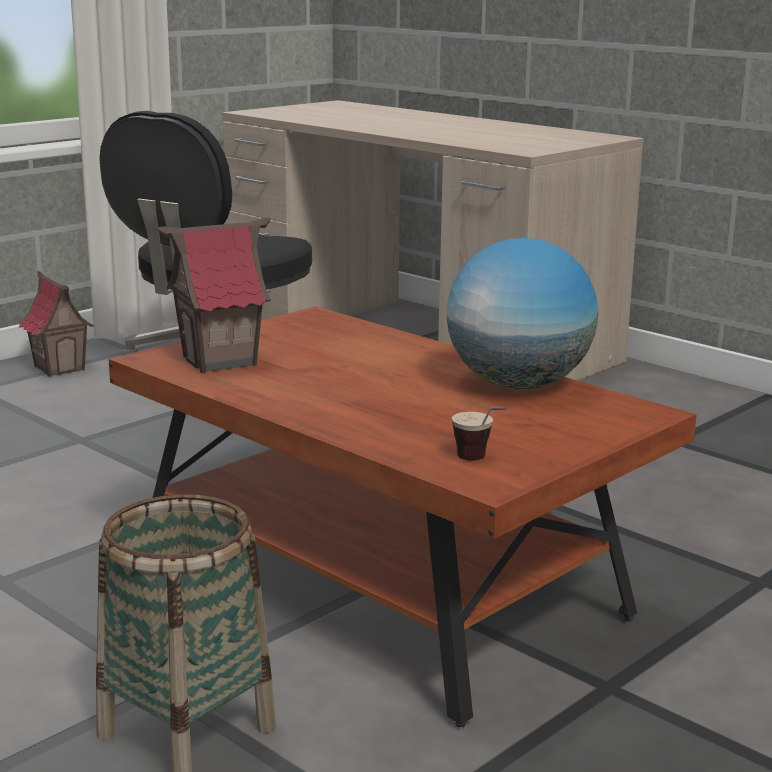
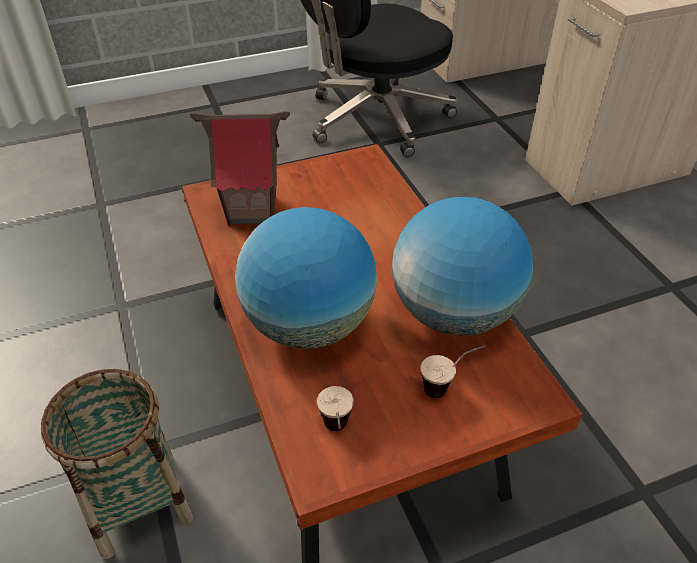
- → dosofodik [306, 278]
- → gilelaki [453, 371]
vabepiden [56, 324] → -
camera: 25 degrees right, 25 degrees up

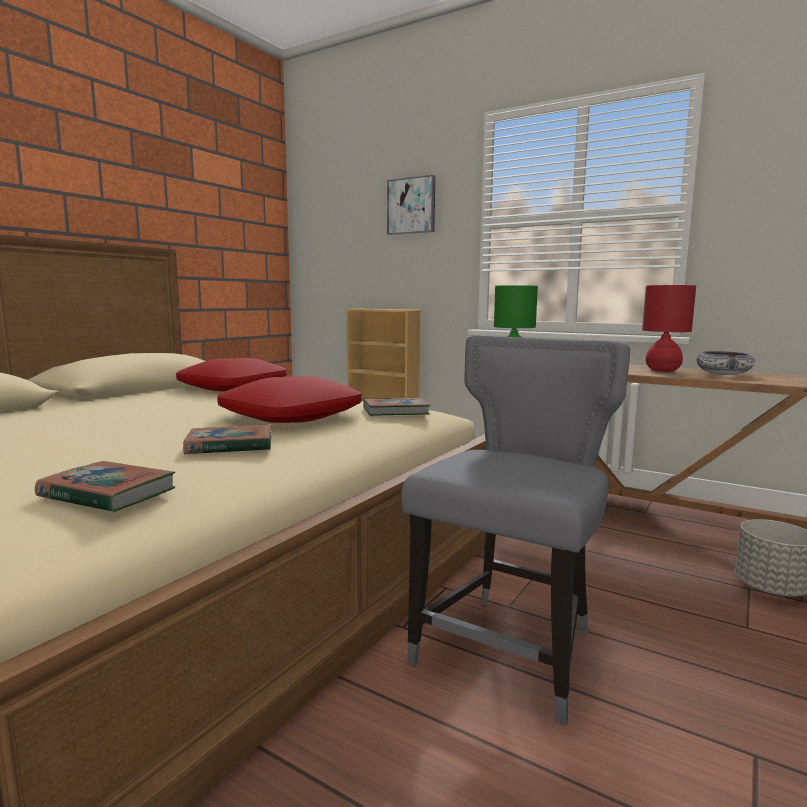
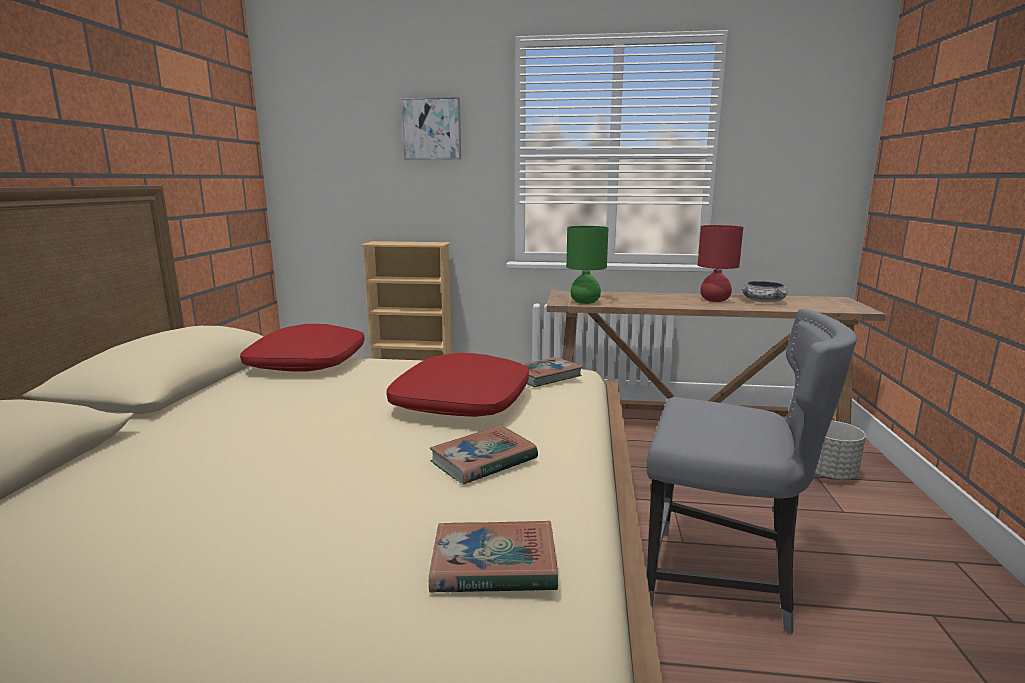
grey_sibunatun [515, 530] → grey_sibunatun [752, 472], 105 degrees clockwise
camera: 25 degrees left, 5 degrees up

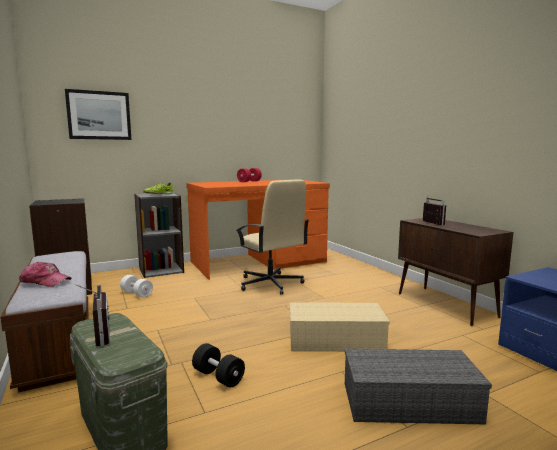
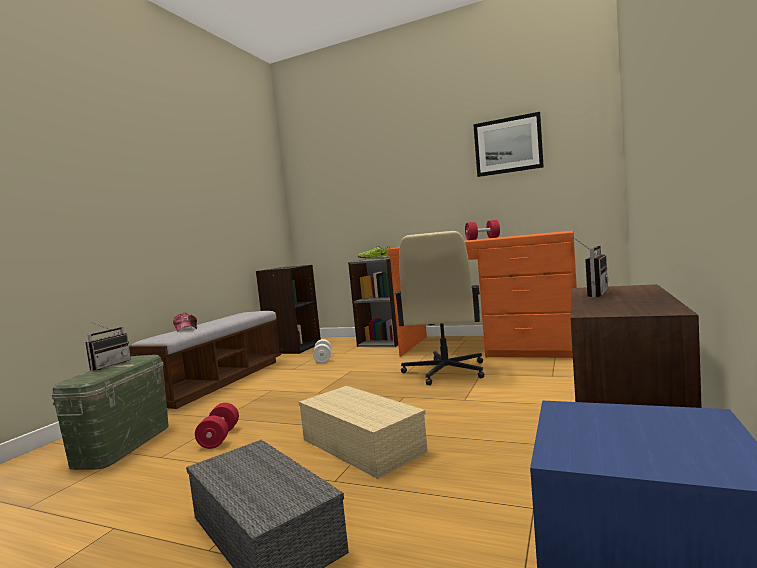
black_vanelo [218, 365] → red_vanelo [217, 426]
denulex [98, 114] → denulex [508, 144], shifted
camera: 50 degrees right, 5 degrees down

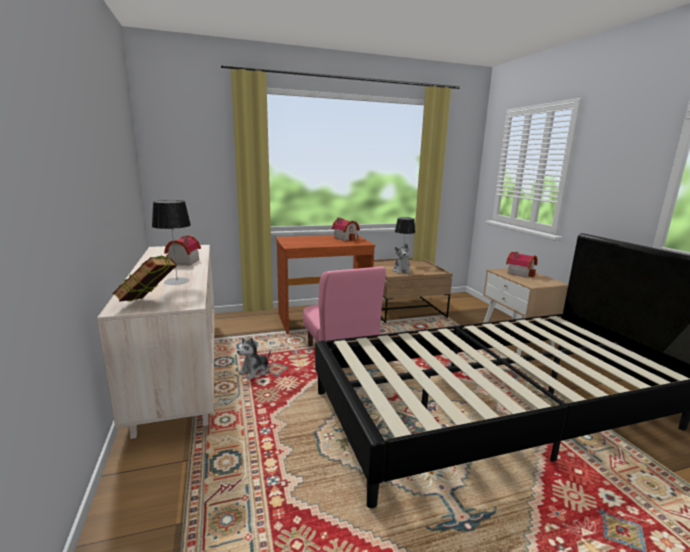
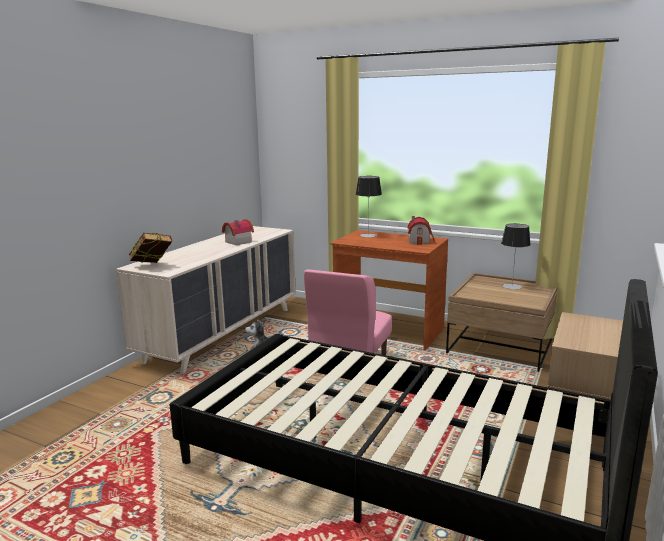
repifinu [171, 242] → repifinu [369, 206], shifted
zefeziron [402, 259] → -
vabepiden [522, 265] → -
camera: 45 degrees right, 0 degrees up

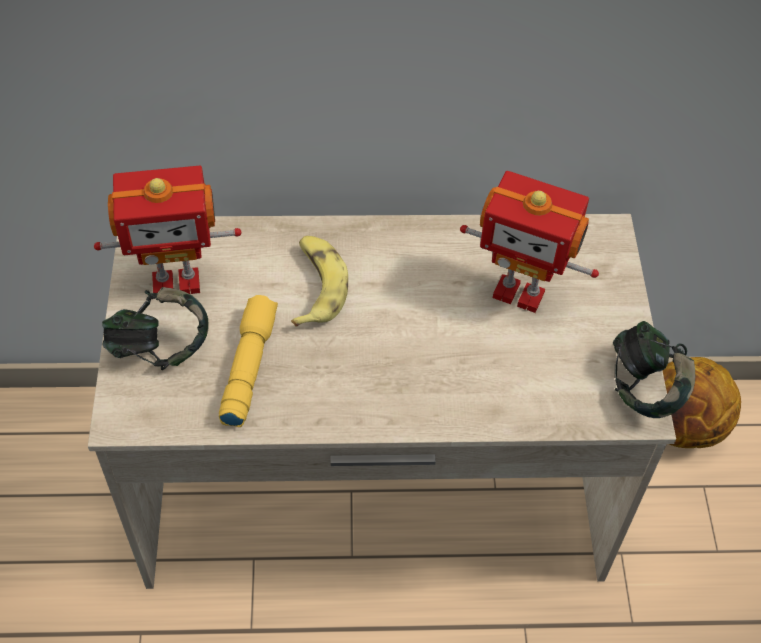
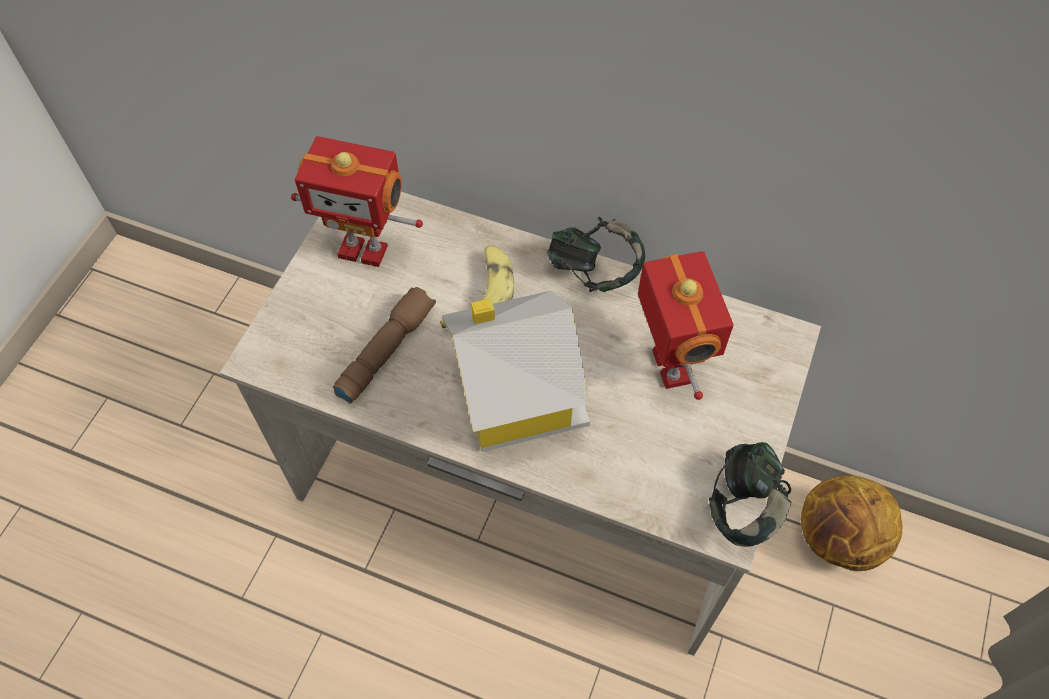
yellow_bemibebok [248, 361] → brown_bemibebok [384, 345]
- → vabepiden [516, 371]
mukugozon [155, 328] → mukugozon [596, 254], shifted
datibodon [529, 242] → datibodon [686, 325], 150 degrees counterclockwise
camera: 25 degrees right, 5 degrees up

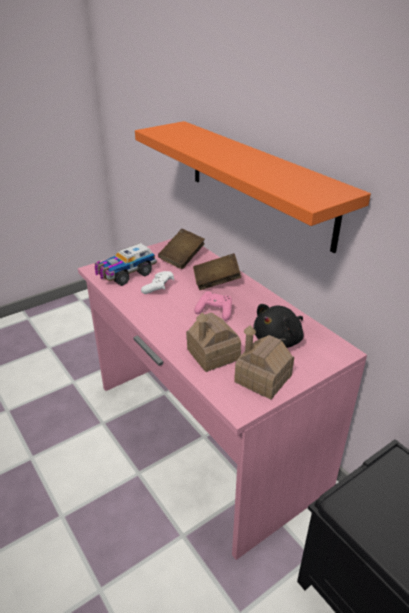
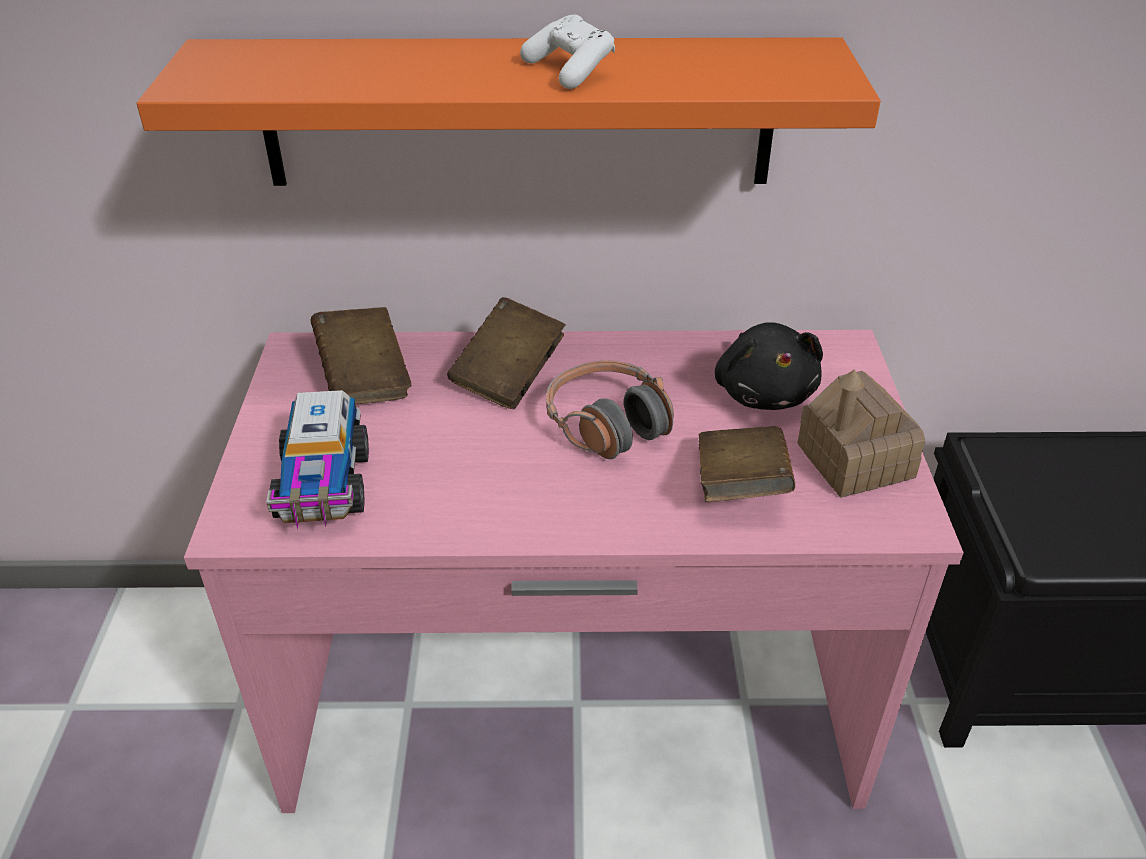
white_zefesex [157, 282] → white_zefesex [567, 52], shifted
pink_zefesex [213, 306] → mukugozon [610, 410]
vabepiden [213, 342] → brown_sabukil [747, 464]
camera: 55 degrees left, 5 degrees up

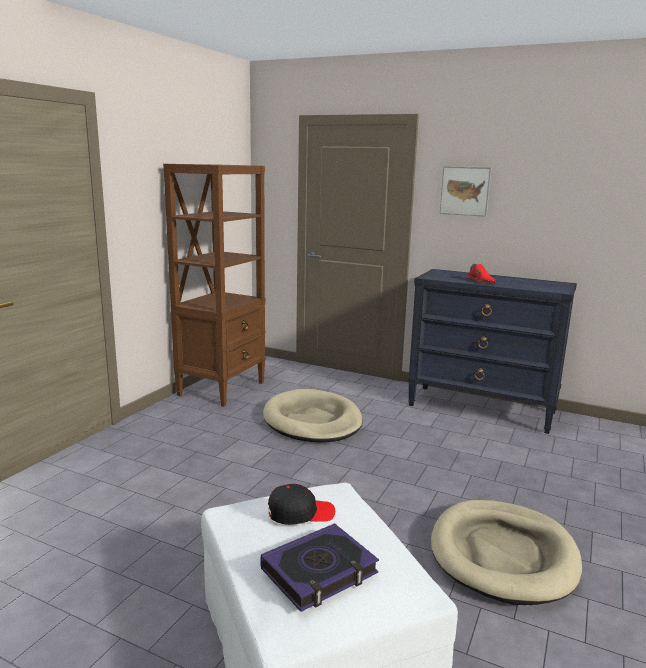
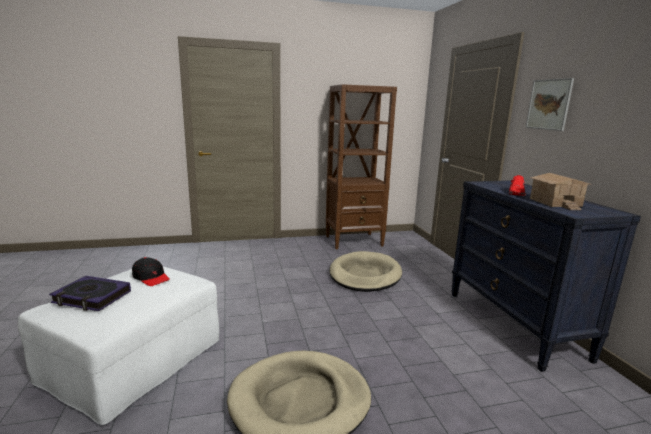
- → vabepiden [561, 191]
camera: 50 degrees right, 0 degrees up

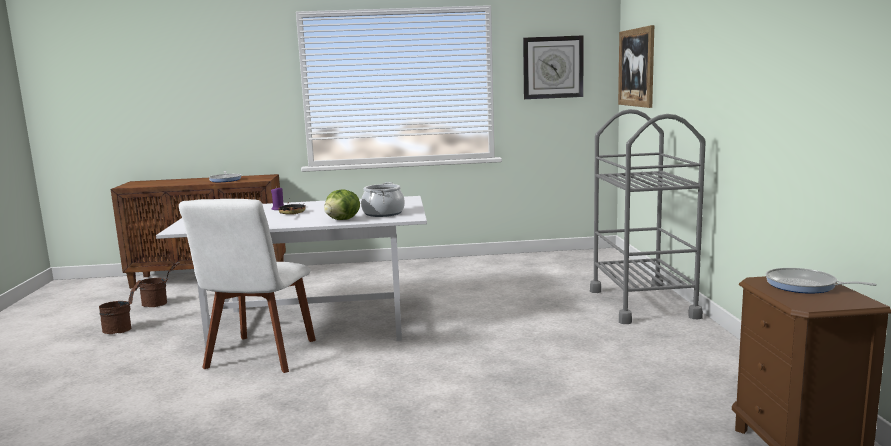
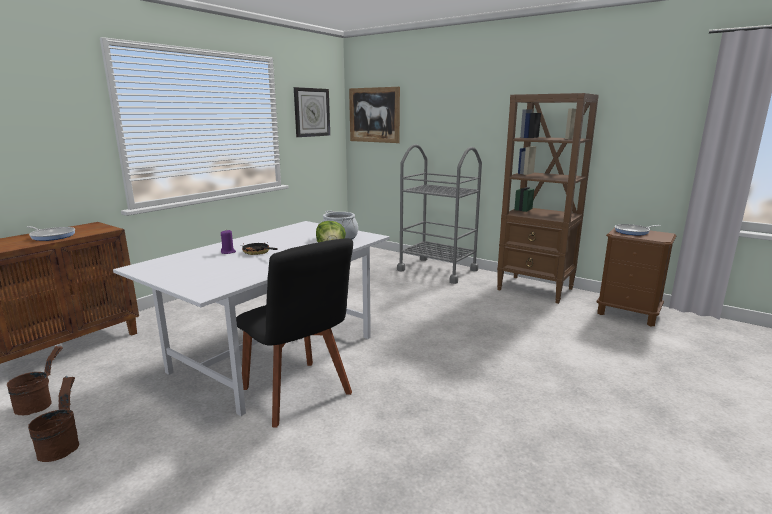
white_sibunatun [247, 286] → black_sibunatun [294, 332]
- → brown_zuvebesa [548, 198]
camera: 50 degrees left, 5 degrees up

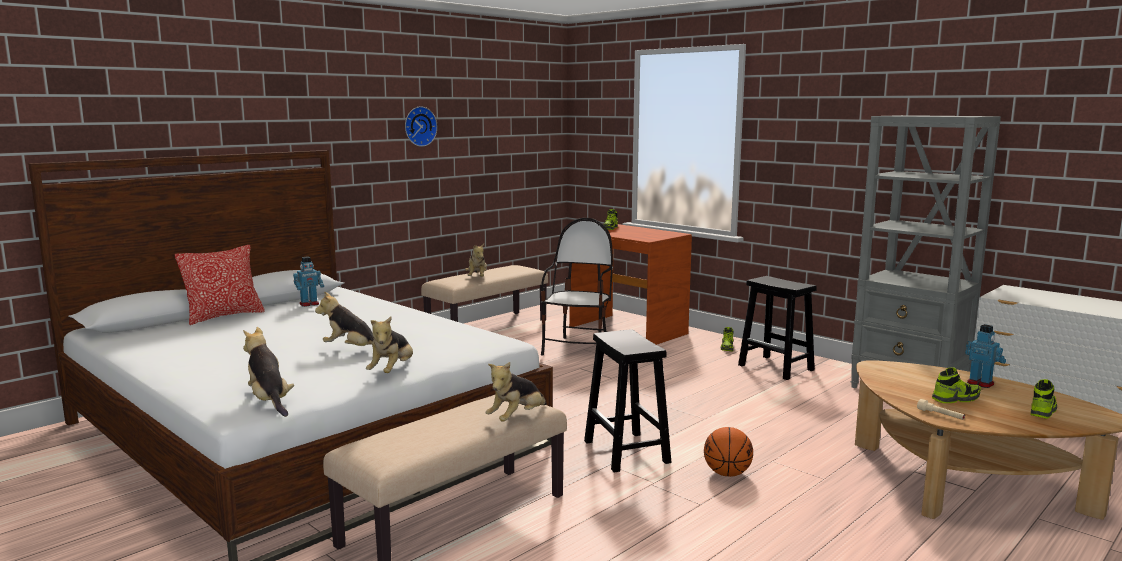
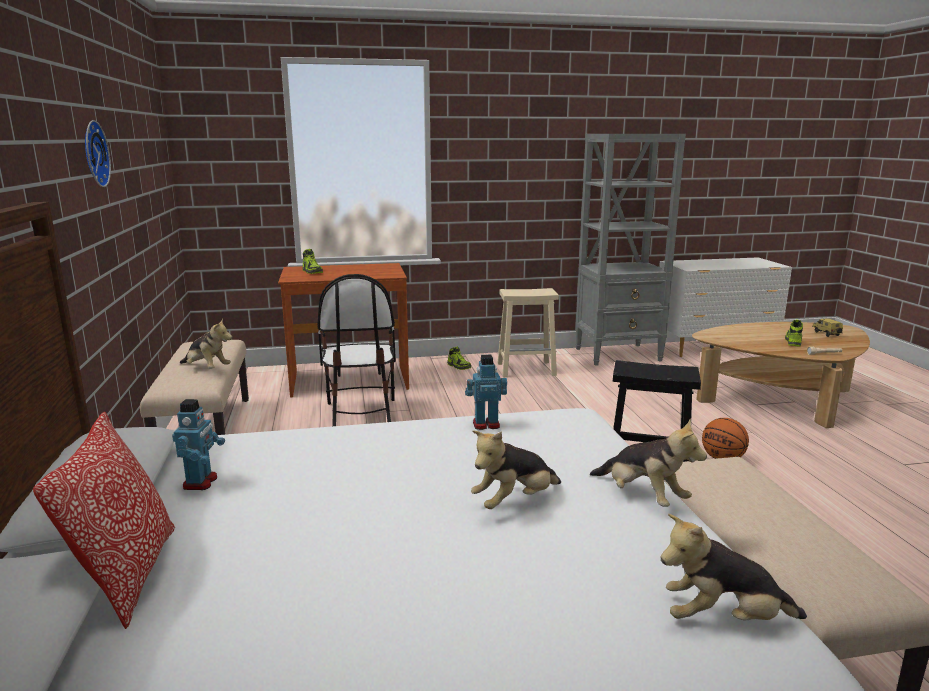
sibunatun [577, 287] → sibunatun [356, 350], 150 degrees counterclockwise
datibodon [985, 356] → datibodon [486, 392], shifted
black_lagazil [777, 328] → beige_lagazil [528, 332]
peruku [1044, 399] → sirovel [827, 328]
zefeziron [516, 392] → -
camera: 55 degrees left, 5 degrees up

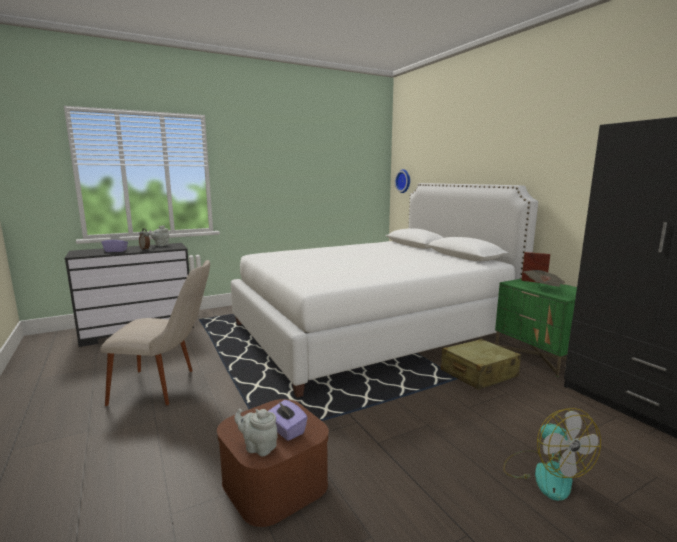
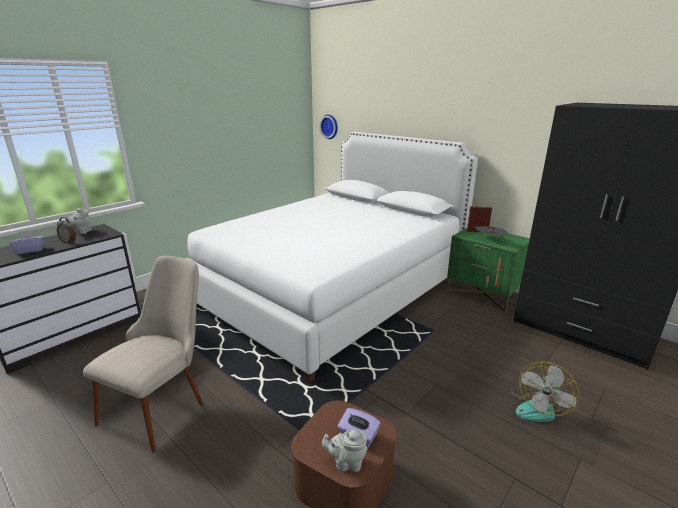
beige_sibunatun [155, 333] → beige_sibunatun [143, 354], 45 degrees counterclockwise
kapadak [552, 454] → kapadak [545, 391], 75 degrees clockwise
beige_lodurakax [481, 364] → -
camera: 20 degrees left, 10 degrees up

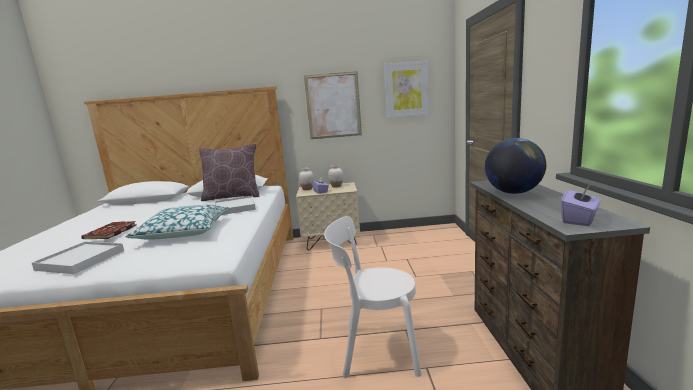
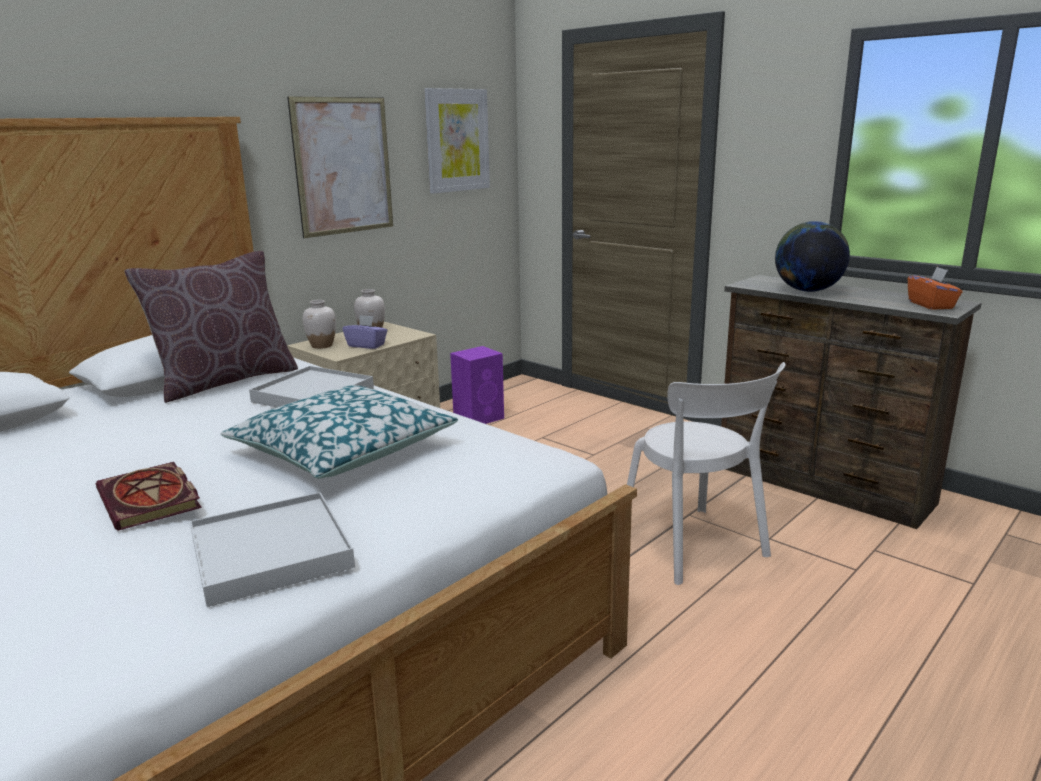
- → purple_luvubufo [477, 385]
white_sibunatun [373, 297] → white_sibunatun [706, 473], 75 degrees counterclockwise
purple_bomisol [581, 205] → orange_bomisol [935, 288]
camera: 45 degrees left, 5 degrees up

